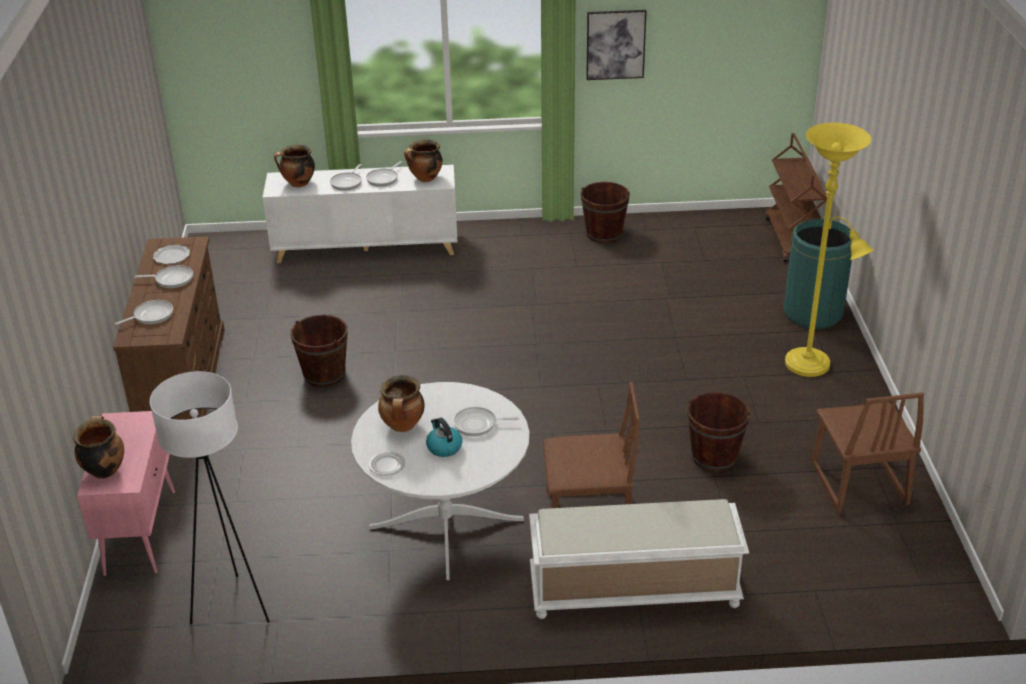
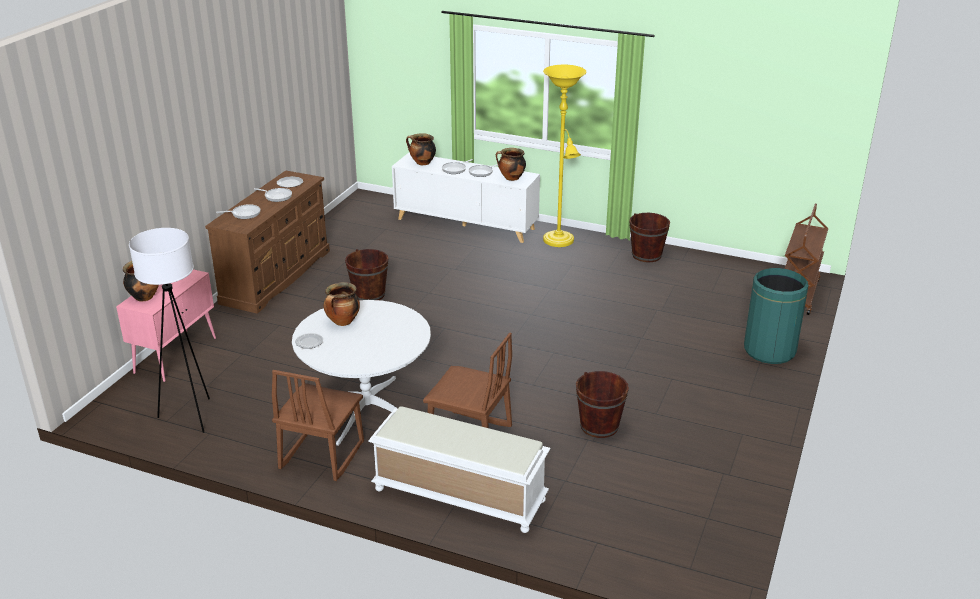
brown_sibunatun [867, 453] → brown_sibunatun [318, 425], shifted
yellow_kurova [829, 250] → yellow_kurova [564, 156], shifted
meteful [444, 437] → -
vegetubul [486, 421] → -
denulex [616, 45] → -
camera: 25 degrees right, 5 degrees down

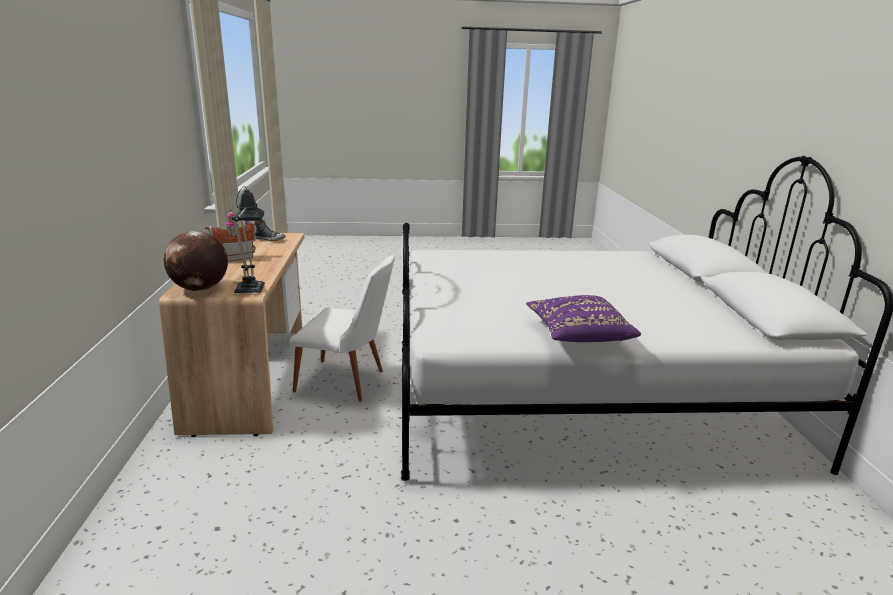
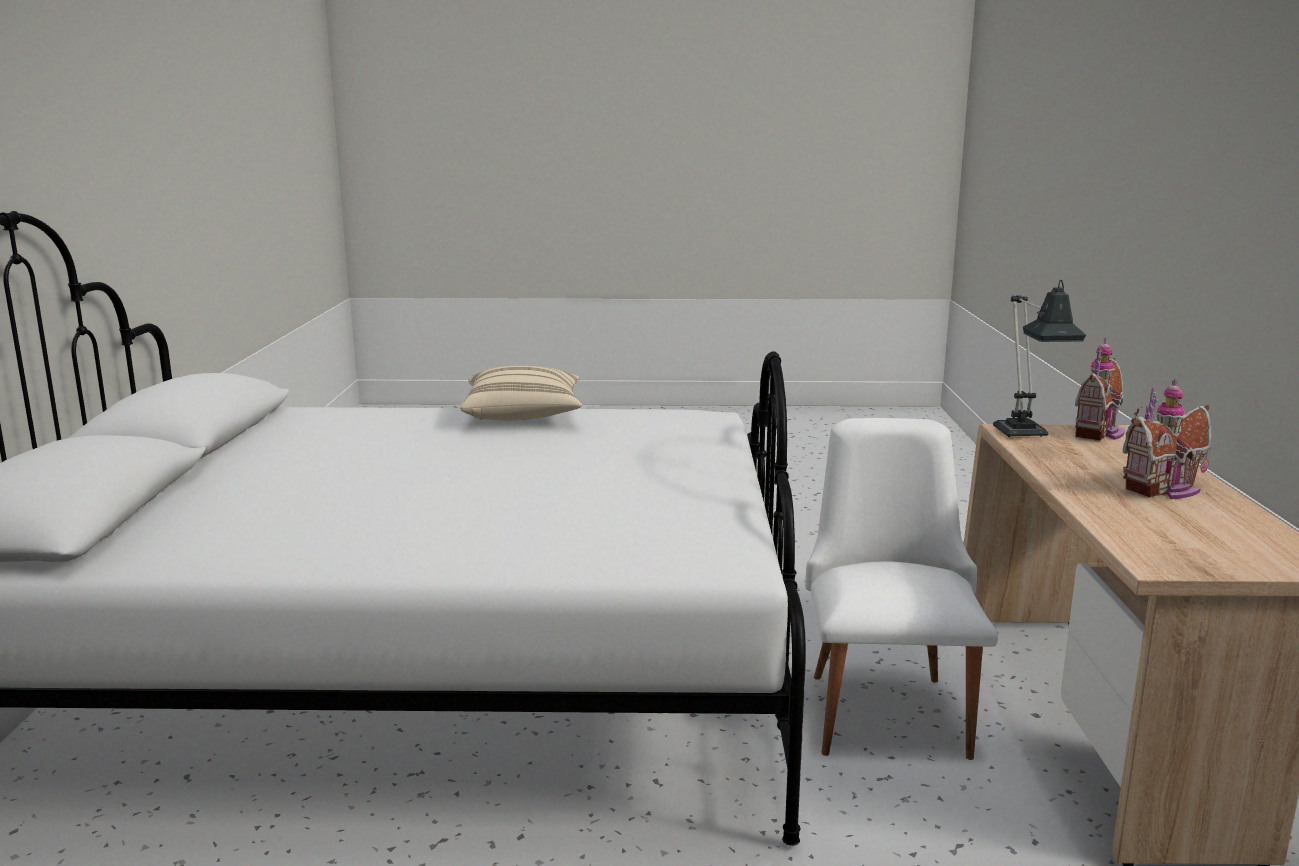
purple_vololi [583, 318] → beige_vololi [521, 393]
white_sibunatun [342, 328] → white_sibunatun [901, 589], 75 degrees clockwise
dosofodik [196, 261] → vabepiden [1100, 389]
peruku [268, 230] → -
camera: 175 degrees left, 5 degrees down

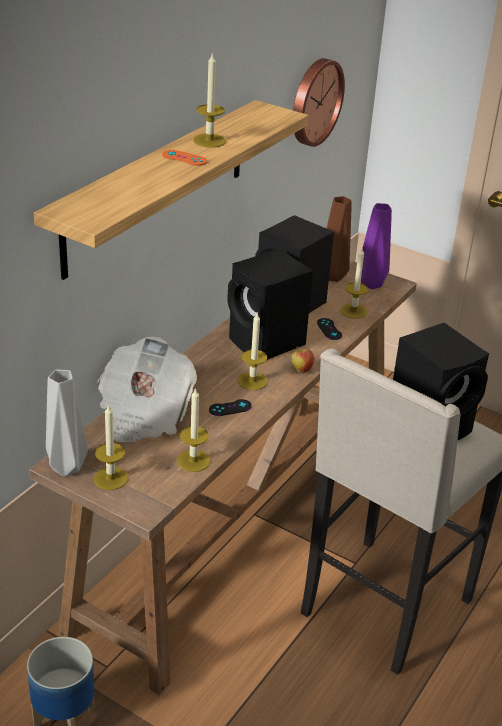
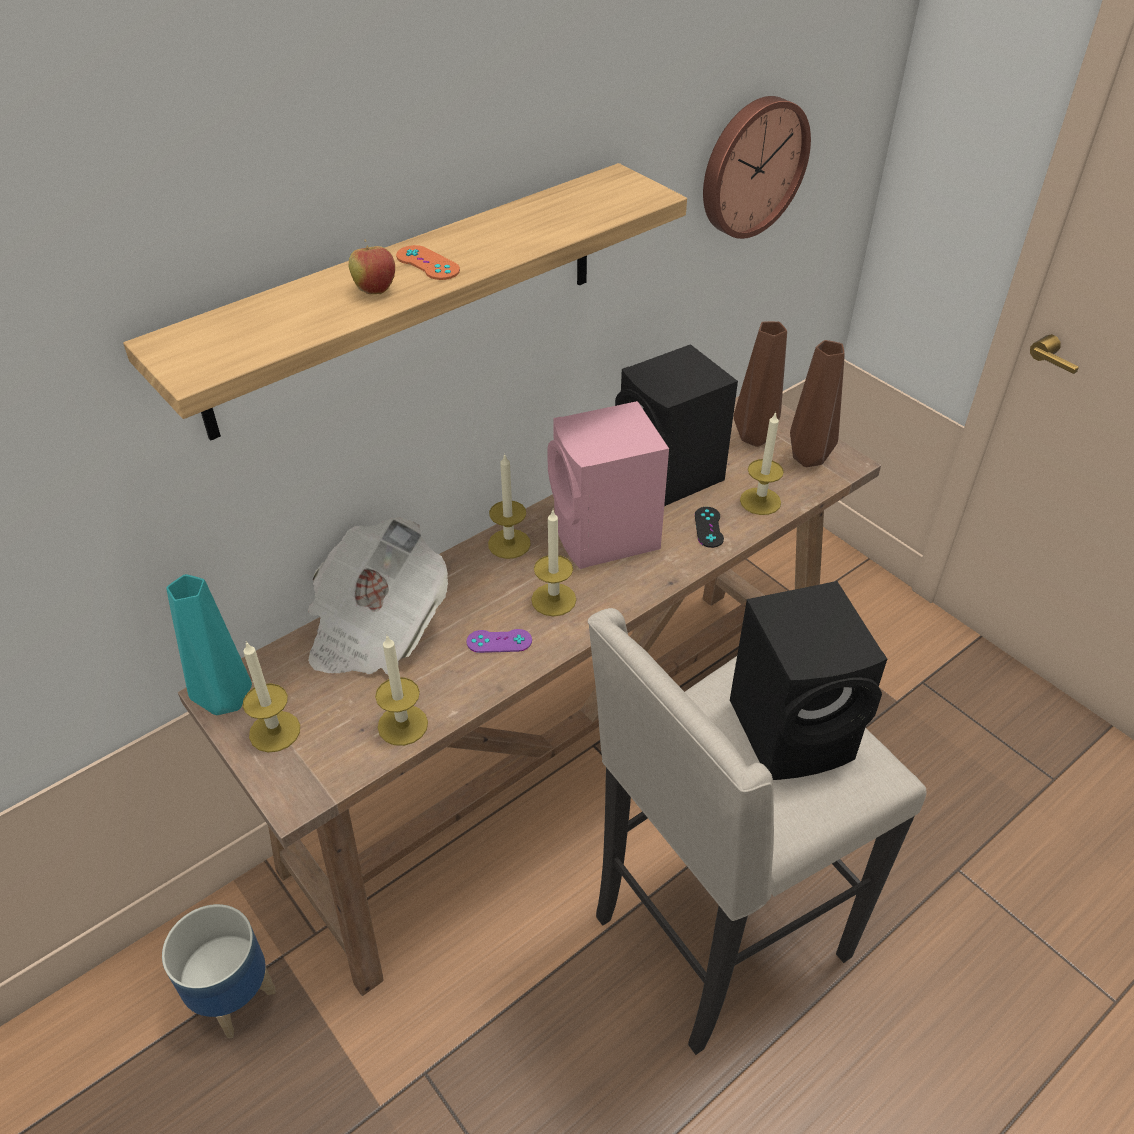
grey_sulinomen [67, 423] → turquoise_sulinomen [209, 644]
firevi [302, 359] → firevi [371, 267], shifted
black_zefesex [230, 407] → purple_zefesex [499, 641]
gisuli [209, 100] → gisuli [509, 506], shifted
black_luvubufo [270, 304] → pink_luvubufo [608, 485]
purple_sulinomen [376, 246] → brown_sulinomen [817, 403]
camera: 20 degrees right, 10 degrees up

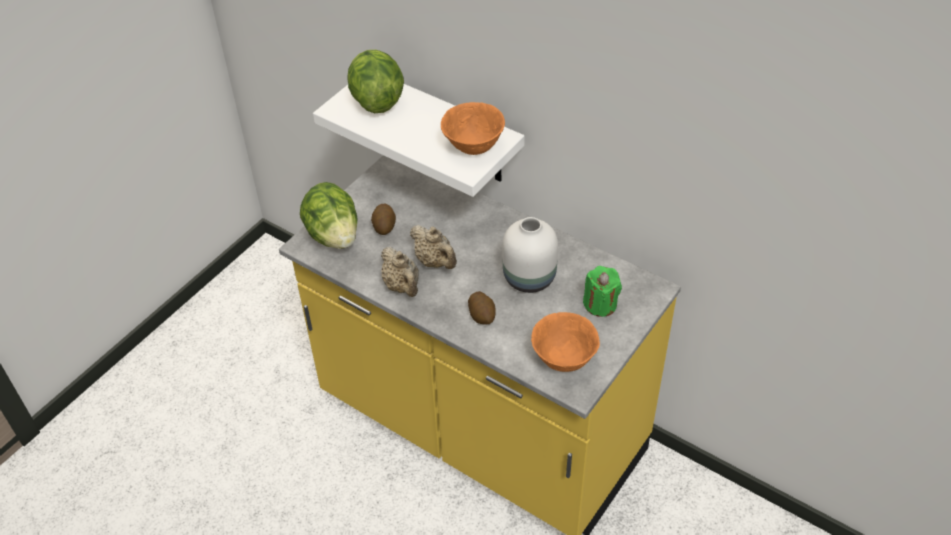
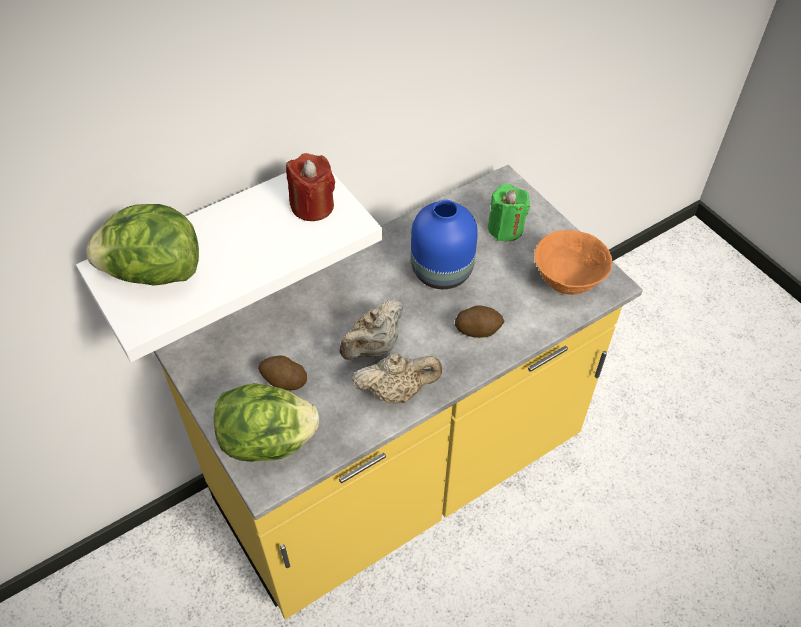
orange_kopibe [473, 128] → red_gisuli [310, 187]
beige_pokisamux [433, 247] → beige_pokisamux [371, 330], 150 degrees clockwise
white_sulinomen [530, 255] → blue_sulinomen [444, 244]
camera: 70 degrees left, 5 degrees up

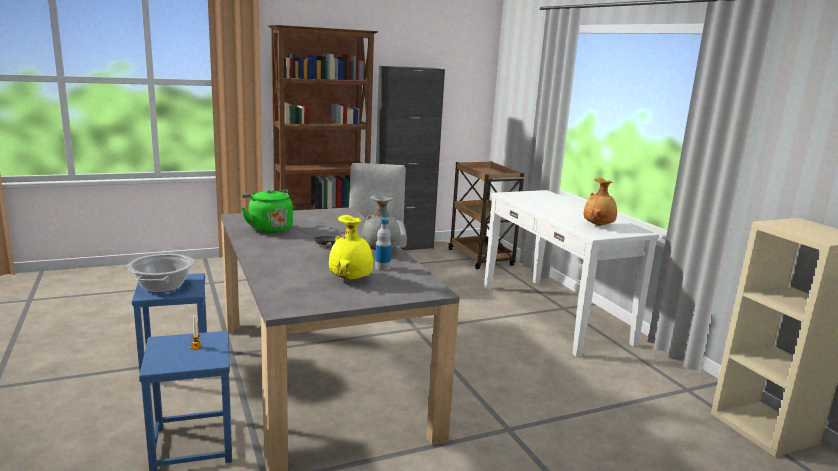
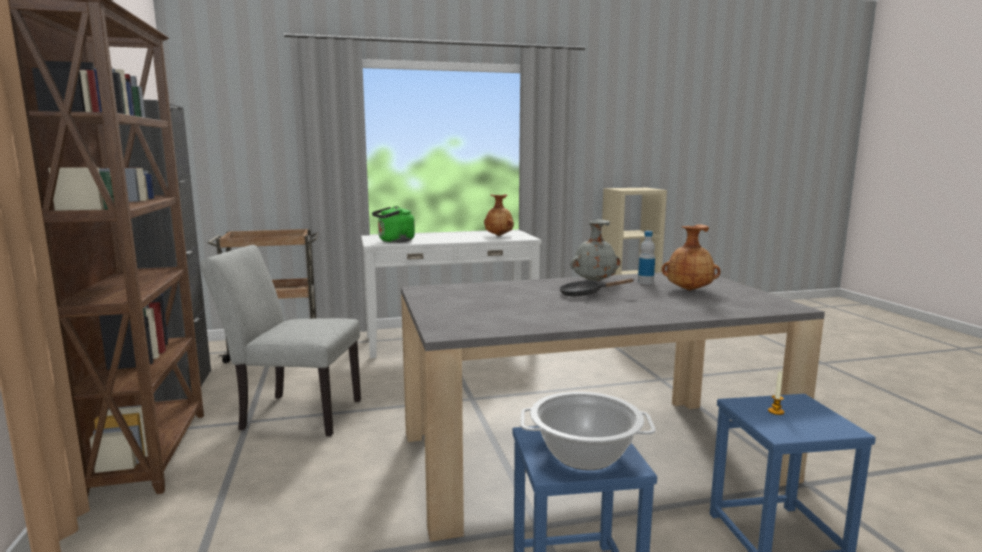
green_meteful [267, 211] → green_meteful [393, 224], shifted
yellow_sulinomen [351, 247] → brown_sulinomen [691, 257]
camera: 80 degrees left, 5 degrees down

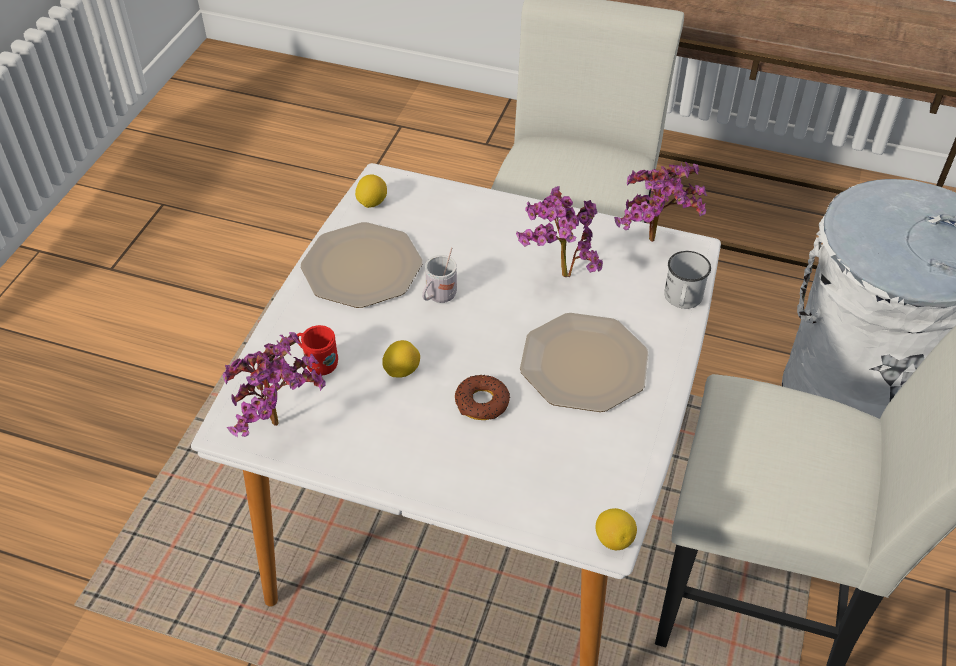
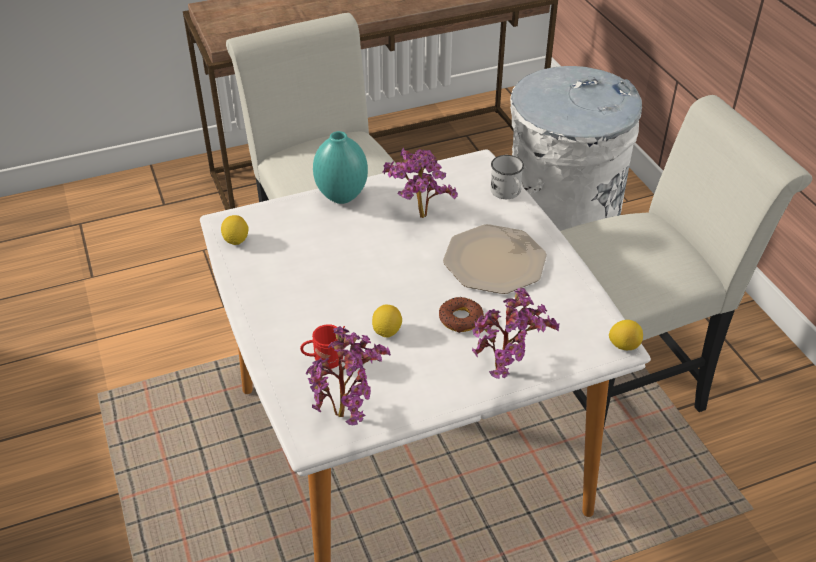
- → turquoise_sulinomen [340, 167]
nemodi [660, 202] → nemodi [515, 333], shifted
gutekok [362, 265] → -
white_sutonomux [439, 275] → -
camera: 40 degrees left, 5 degrees down

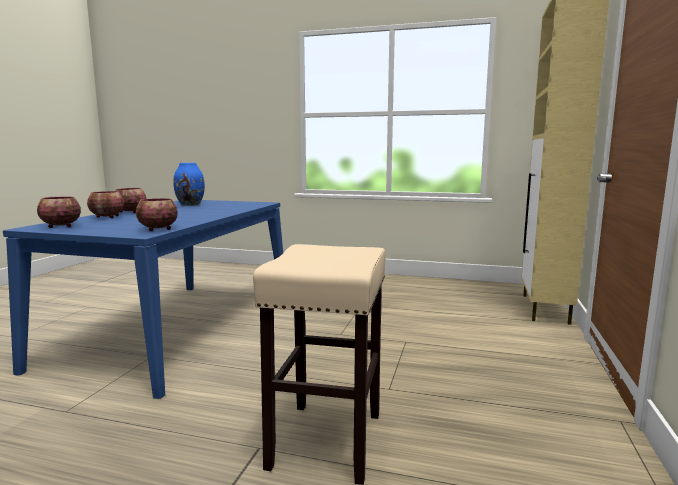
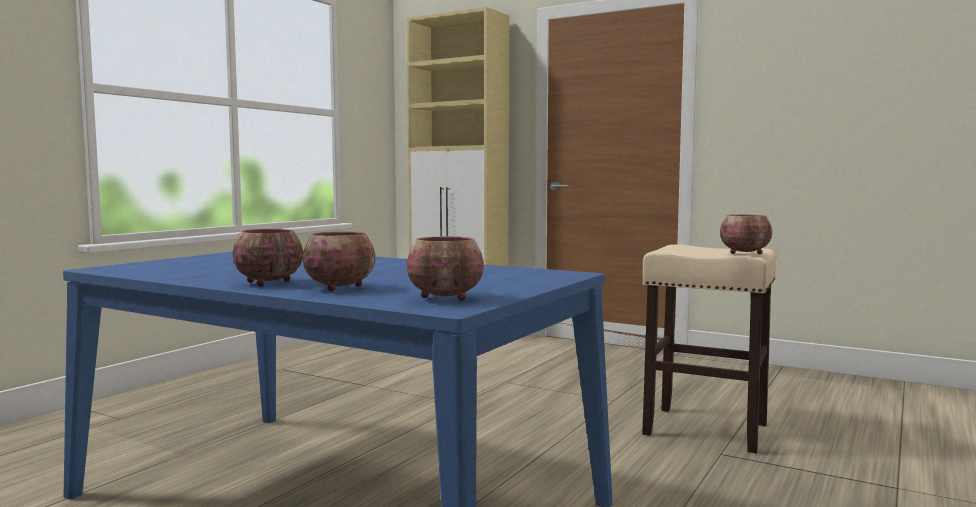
kopibe [157, 214] → kopibe [746, 234], shifted
blue_sulinomen [189, 184] → -
camera: 75 degrees left, 5 degrees down

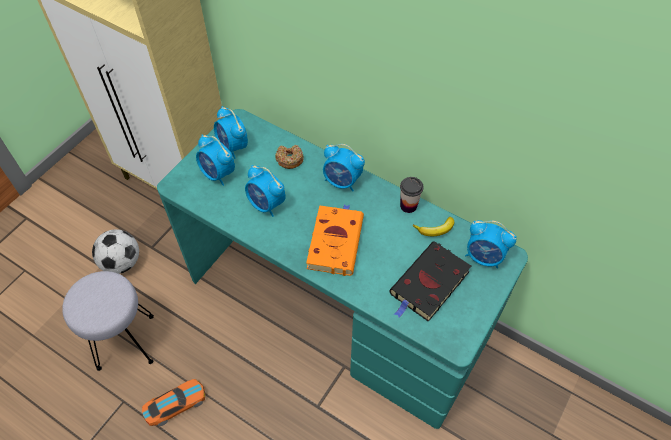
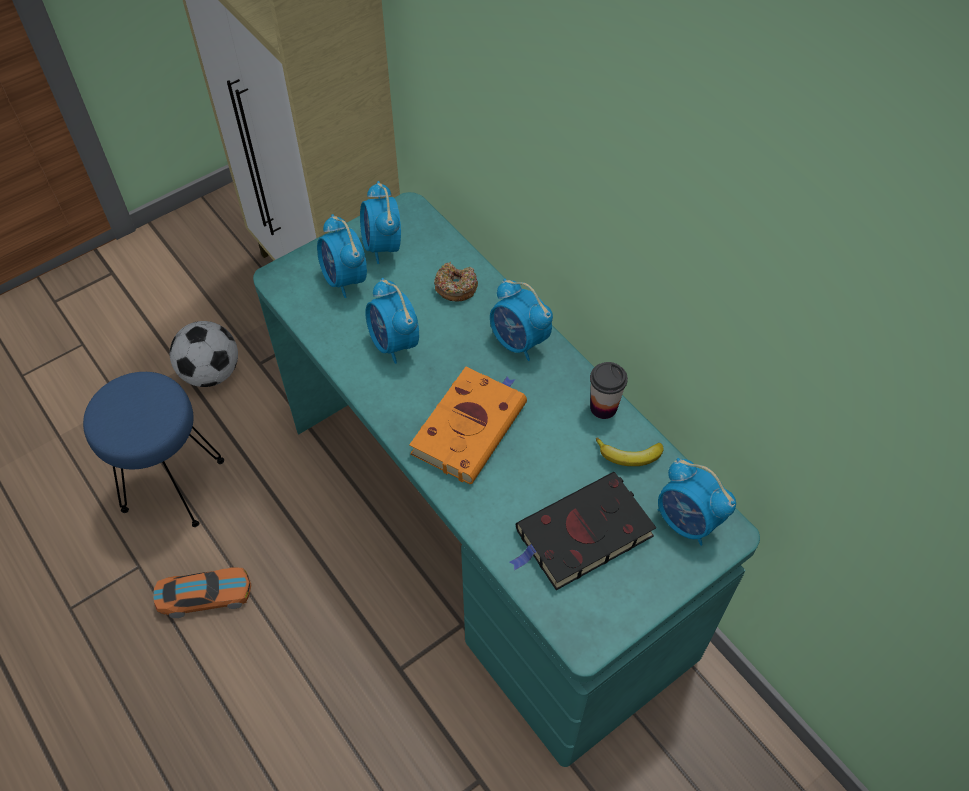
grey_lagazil [108, 321] → blue_lagazil [153, 449]
camera: 20 degrees right, 0 degrees up

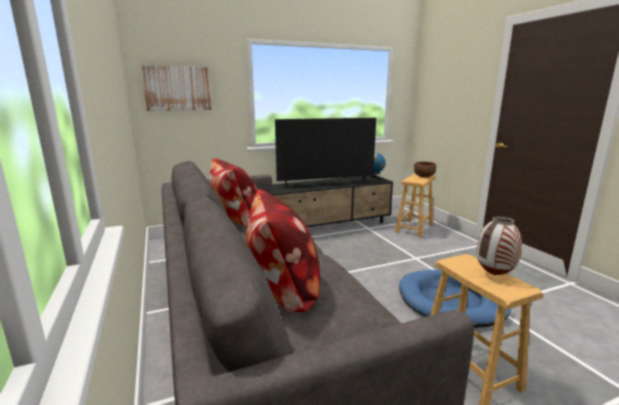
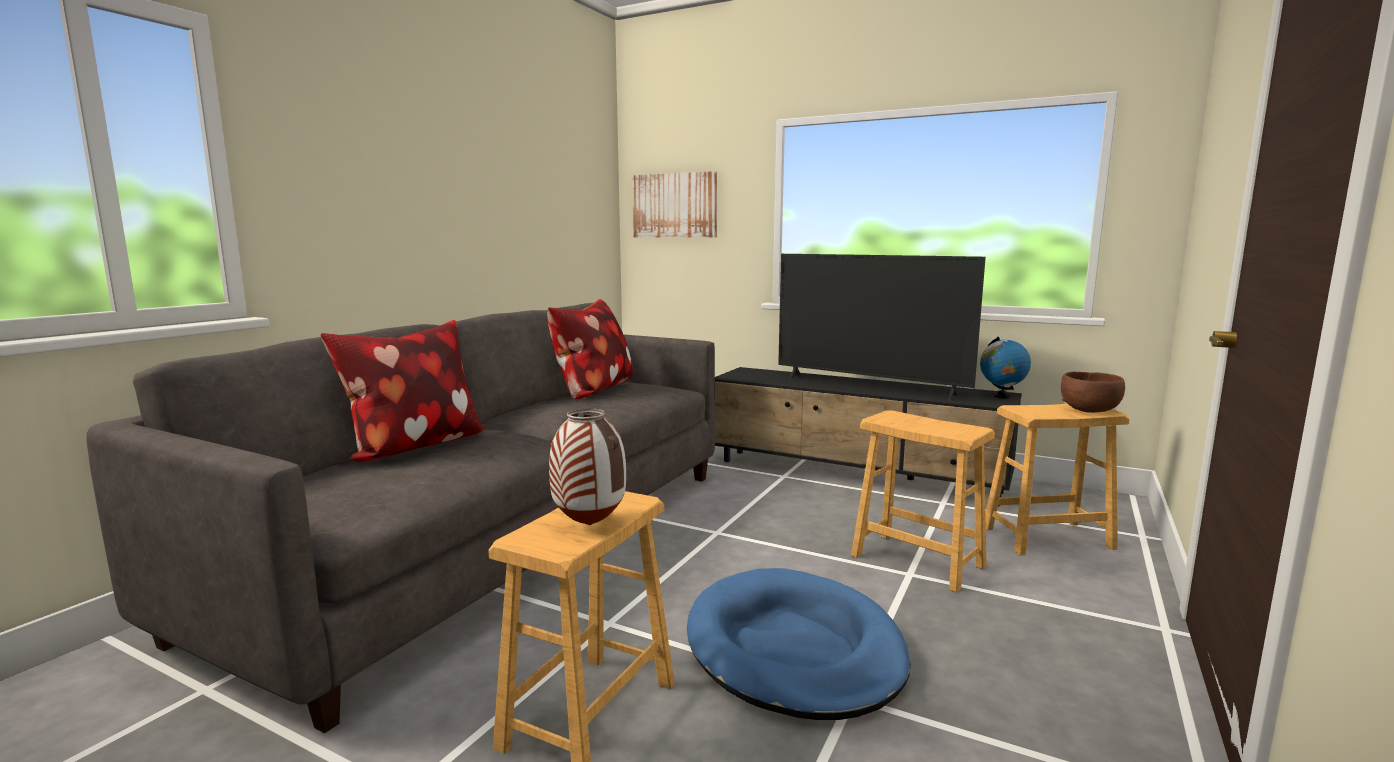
- → brown_lagazil [923, 501]
camera: 50 degrees right, 5 degrees down

